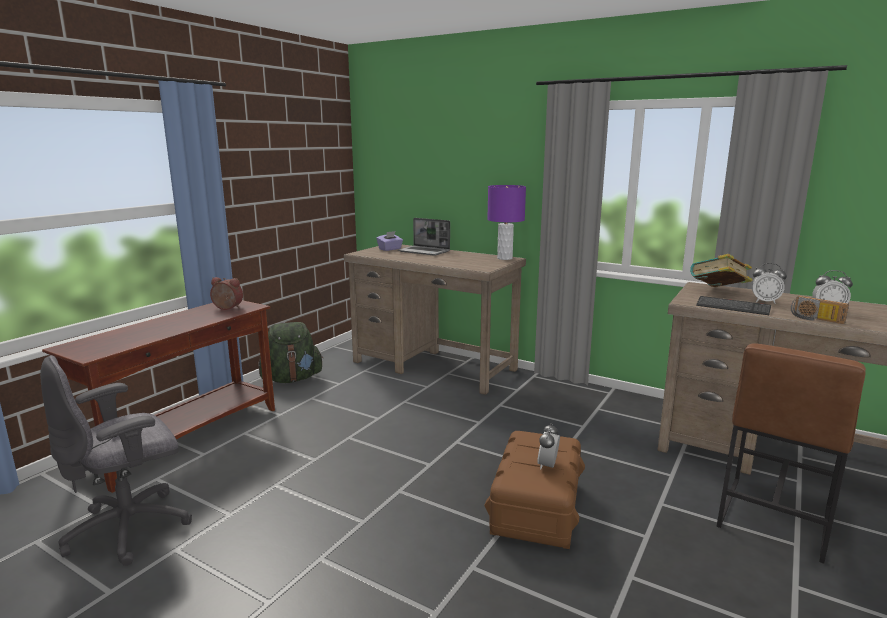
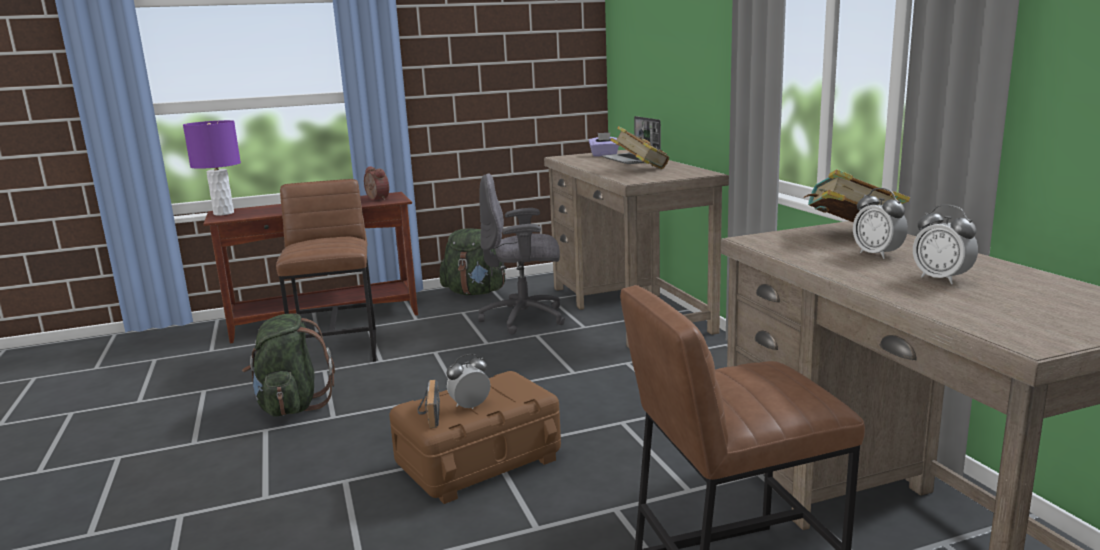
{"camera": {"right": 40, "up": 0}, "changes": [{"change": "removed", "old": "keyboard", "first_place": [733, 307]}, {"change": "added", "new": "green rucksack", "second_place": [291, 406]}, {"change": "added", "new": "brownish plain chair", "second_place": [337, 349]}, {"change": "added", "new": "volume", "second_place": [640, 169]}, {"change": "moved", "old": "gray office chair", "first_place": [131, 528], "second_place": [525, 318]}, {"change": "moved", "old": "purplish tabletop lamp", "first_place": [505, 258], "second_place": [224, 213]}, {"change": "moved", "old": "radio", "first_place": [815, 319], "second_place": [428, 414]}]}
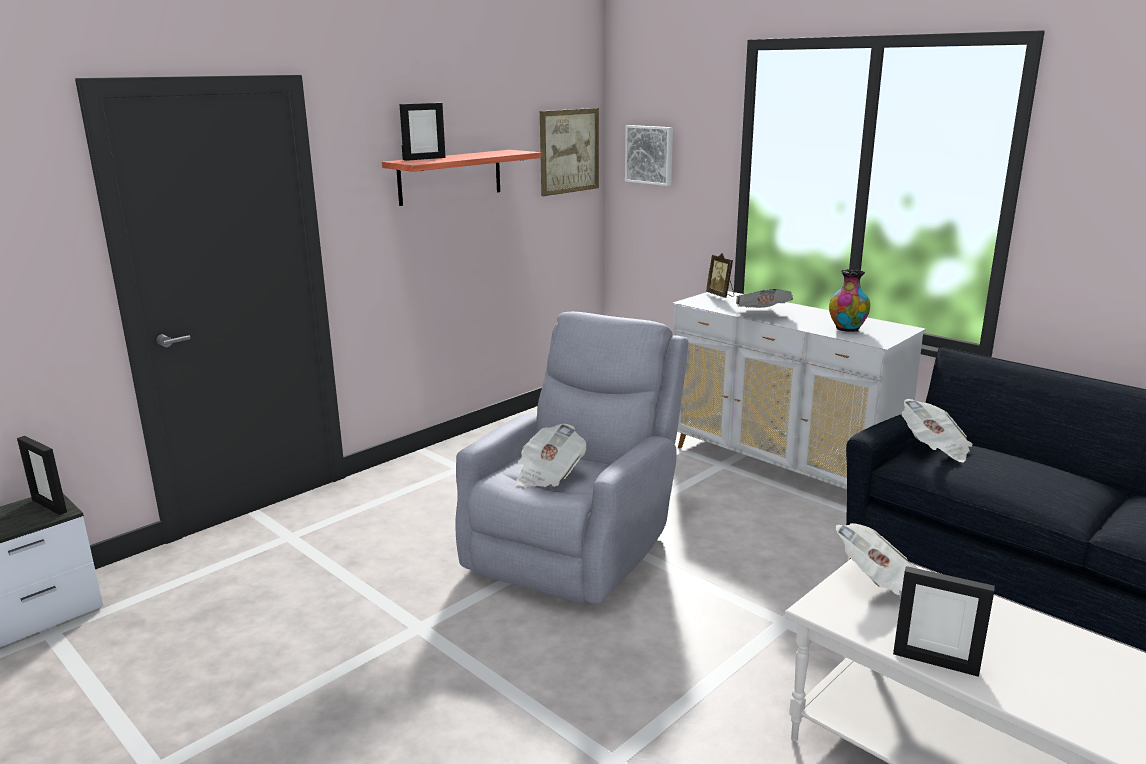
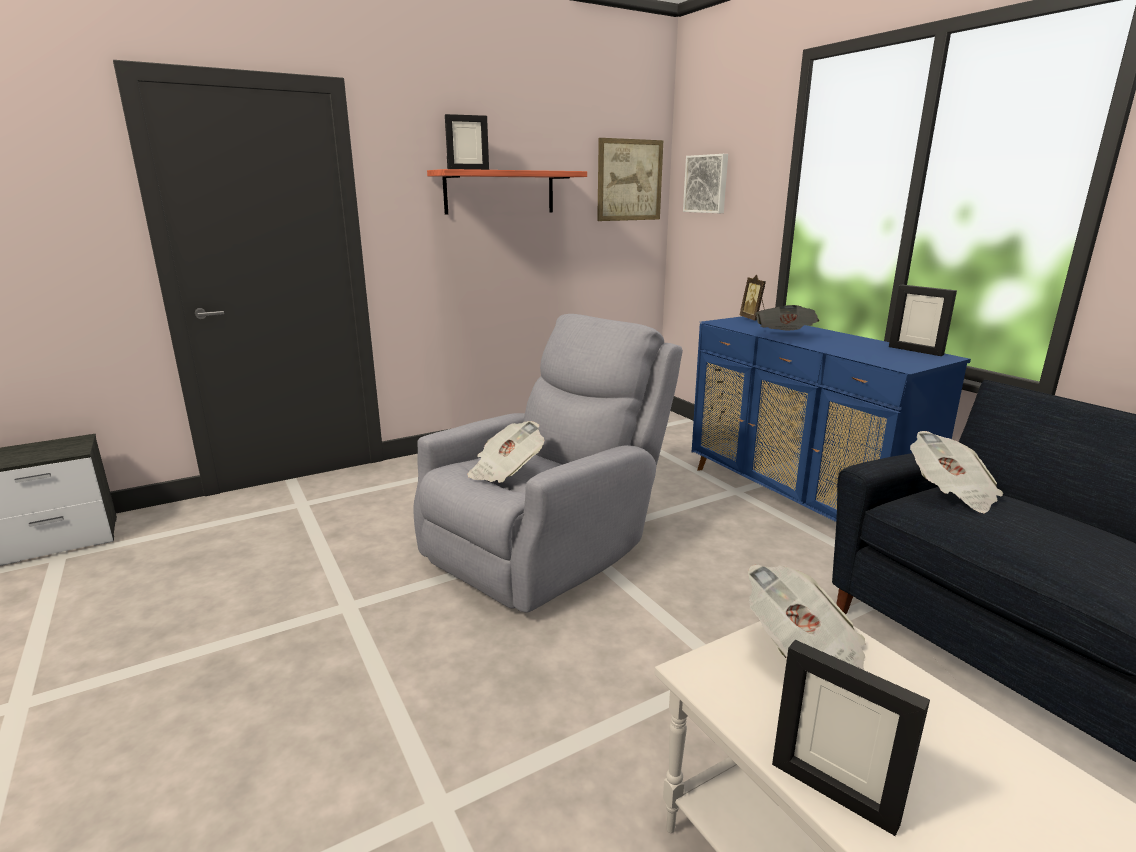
{"camera": {"right": 15, "up": 0}, "changes": [{"change": "removed", "old": "vase", "first_place": [847, 329]}, {"change": "moved", "old": "picture frame", "first_place": [50, 505], "second_place": [916, 350]}, {"change": "recoloured", "old": "whitish storage cabinet", "new": "bluish storage cabinet", "first_place": [780, 467], "second_place": [796, 500]}]}
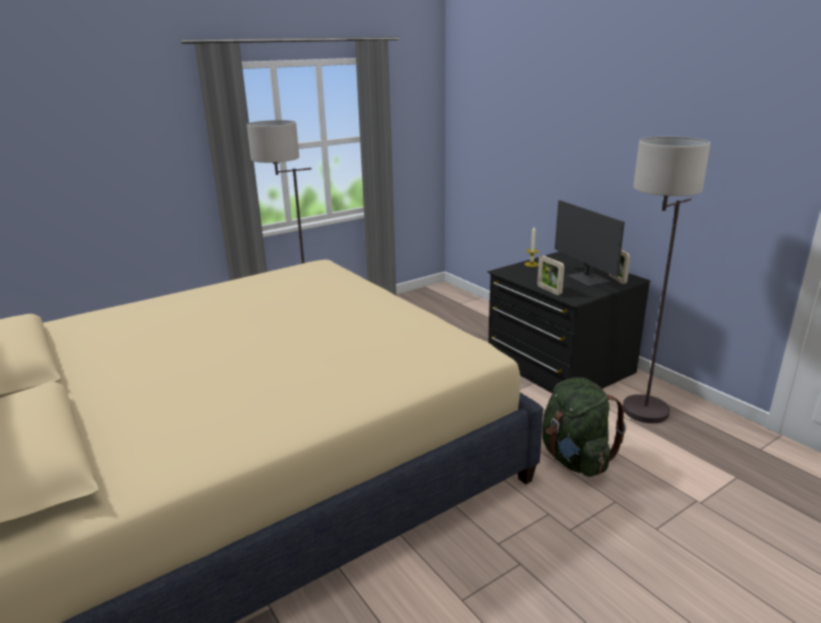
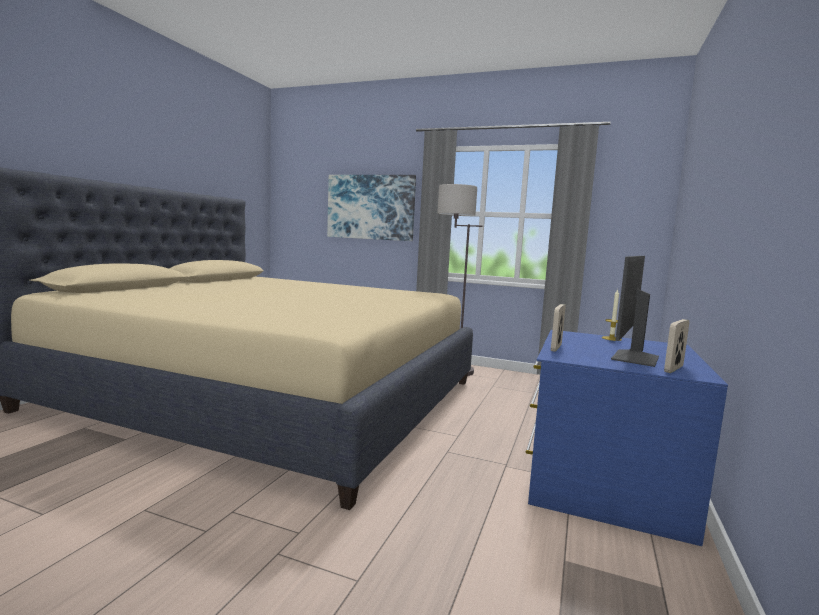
{"camera": {"right": 55, "up": -15}, "changes": [{"change": "removed", "old": "green rucksack", "first_place": [575, 459]}, {"change": "removed", "old": "gray standing lamp", "first_place": [637, 415]}, {"change": "added", "new": "picture", "second_place": [370, 207]}, {"change": "recoloured", "old": "black-coloured drawer chest", "new": "bluish drawer chest", "first_place": [558, 366], "second_place": [603, 482]}]}
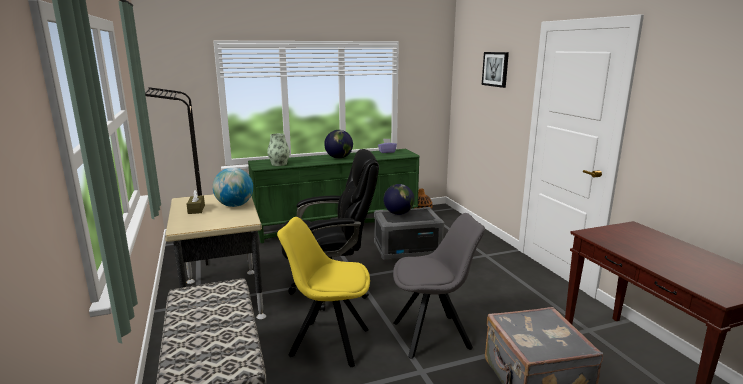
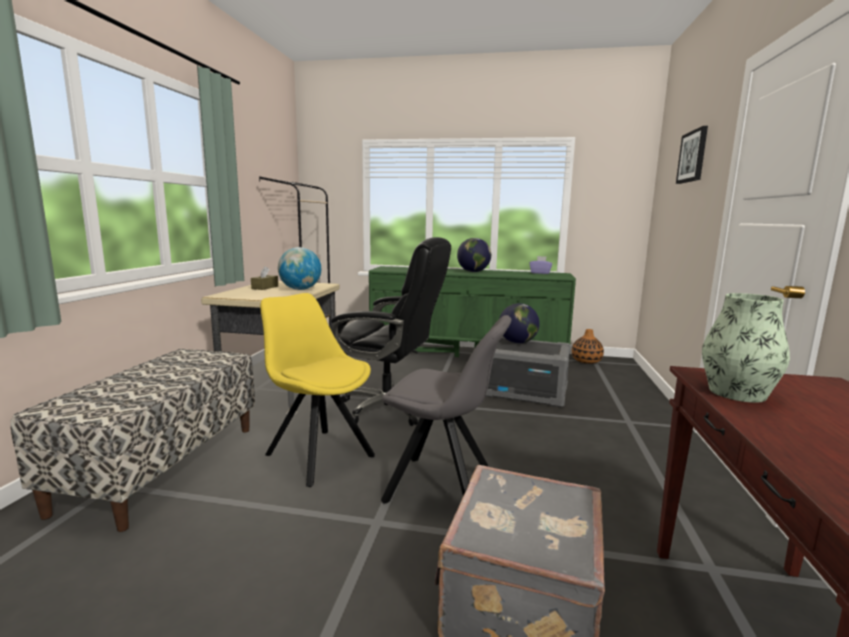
{"camera": {"right": 30, "up": -5}, "changes": [{"change": "moved", "old": "vase", "first_place": [279, 164], "second_place": [737, 393]}]}
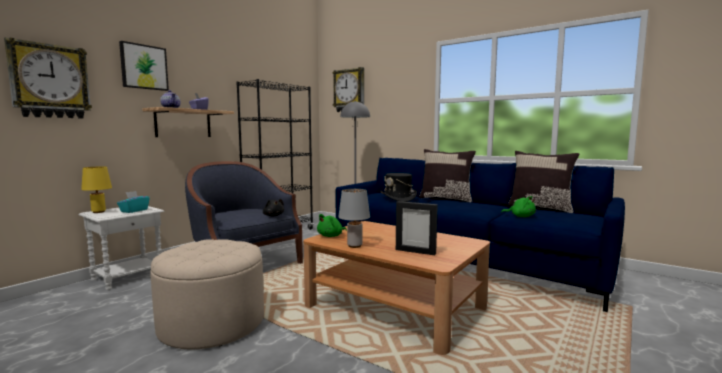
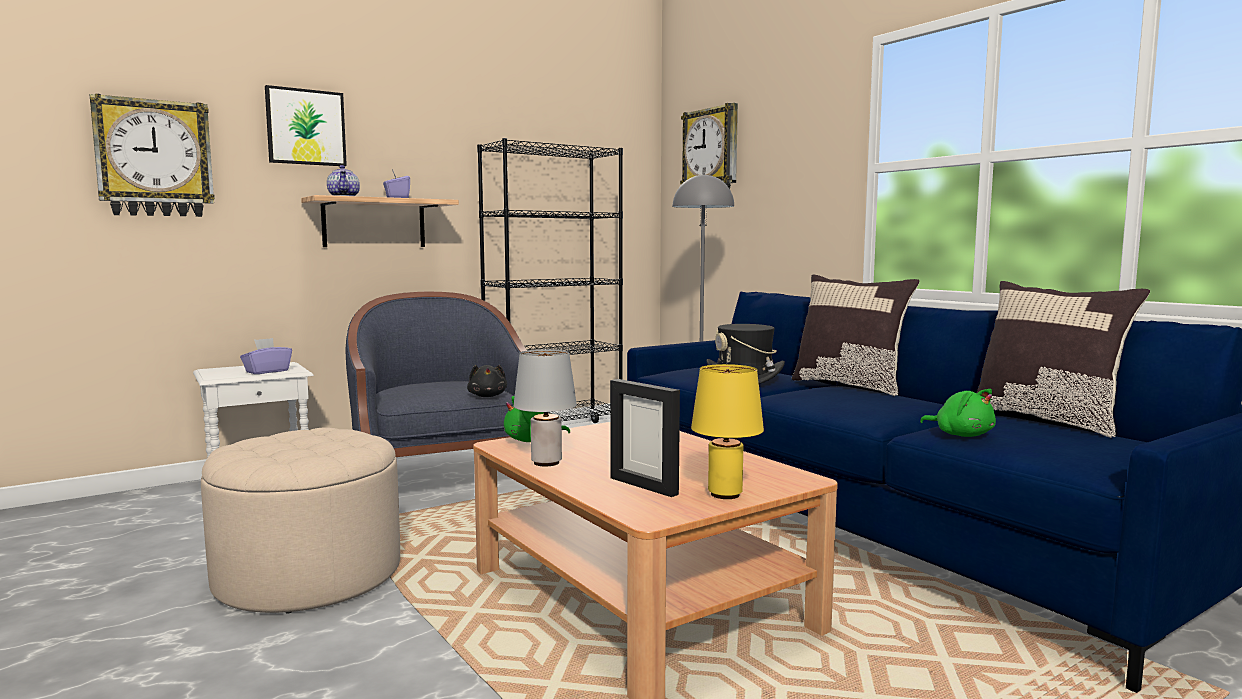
{"camera": {"right": 20, "up": 0}, "changes": [{"change": "moved", "old": "yellowish tabletop lamp", "first_place": [98, 212], "second_place": [724, 494]}, {"change": "recoloured", "old": "blue-green tissue holder", "new": "purplish tissue holder", "first_place": [134, 211], "second_place": [267, 371]}]}
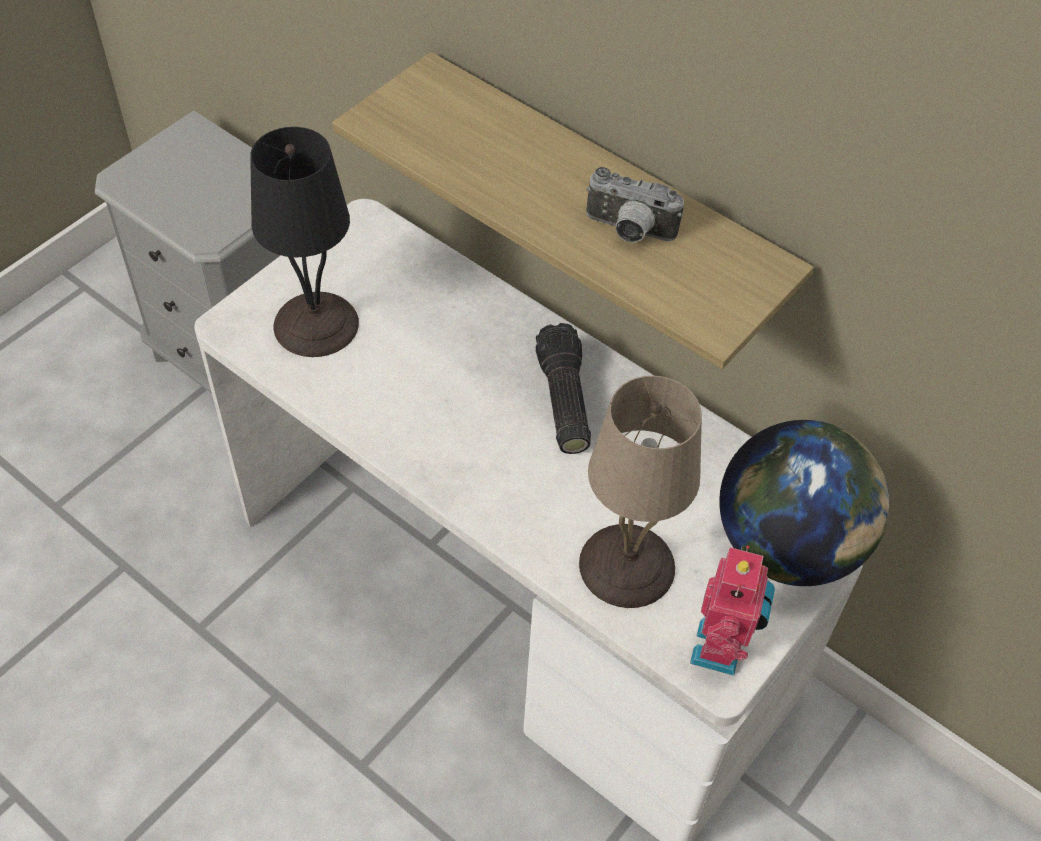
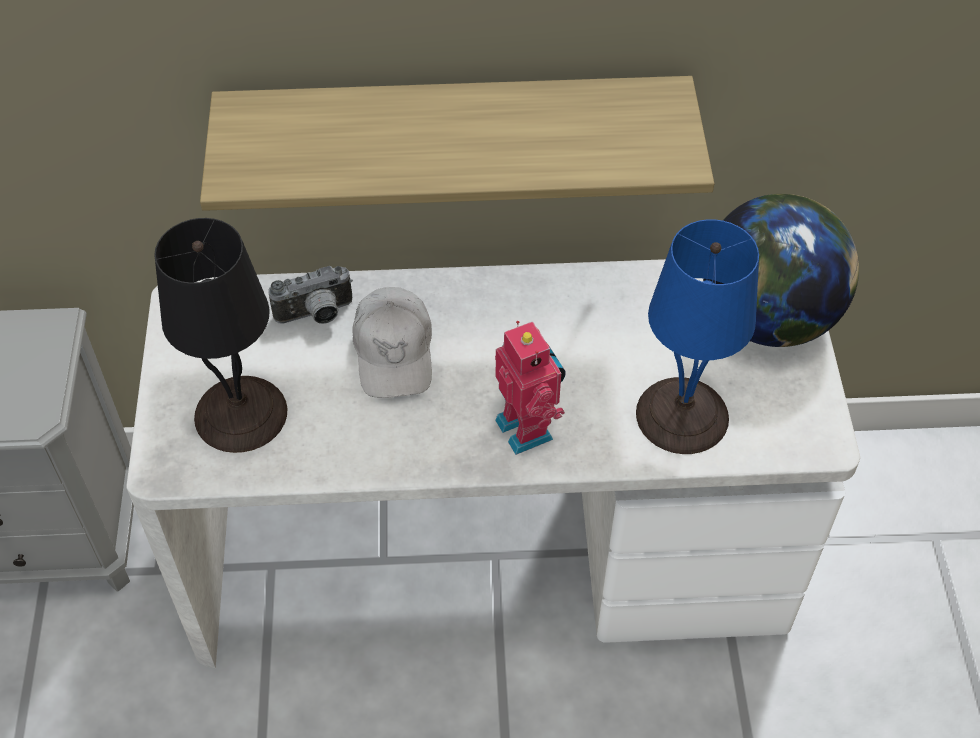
{"camera": {"right": -40, "up": 0}, "changes": [{"change": "removed", "old": "hand torch", "first_place": [561, 400]}, {"change": "added", "new": "whitish baseball cap", "second_place": [394, 352]}, {"change": "moved", "old": "photo camera", "first_place": [628, 232], "second_place": [316, 315]}, {"change": "moved", "old": "robot figure", "first_place": [721, 649], "second_place": [528, 428]}, {"change": "recoloured", "old": "sand-coloured tabletop lamp", "new": "bluish tabletop lamp", "first_place": [629, 565], "second_place": [683, 414]}]}
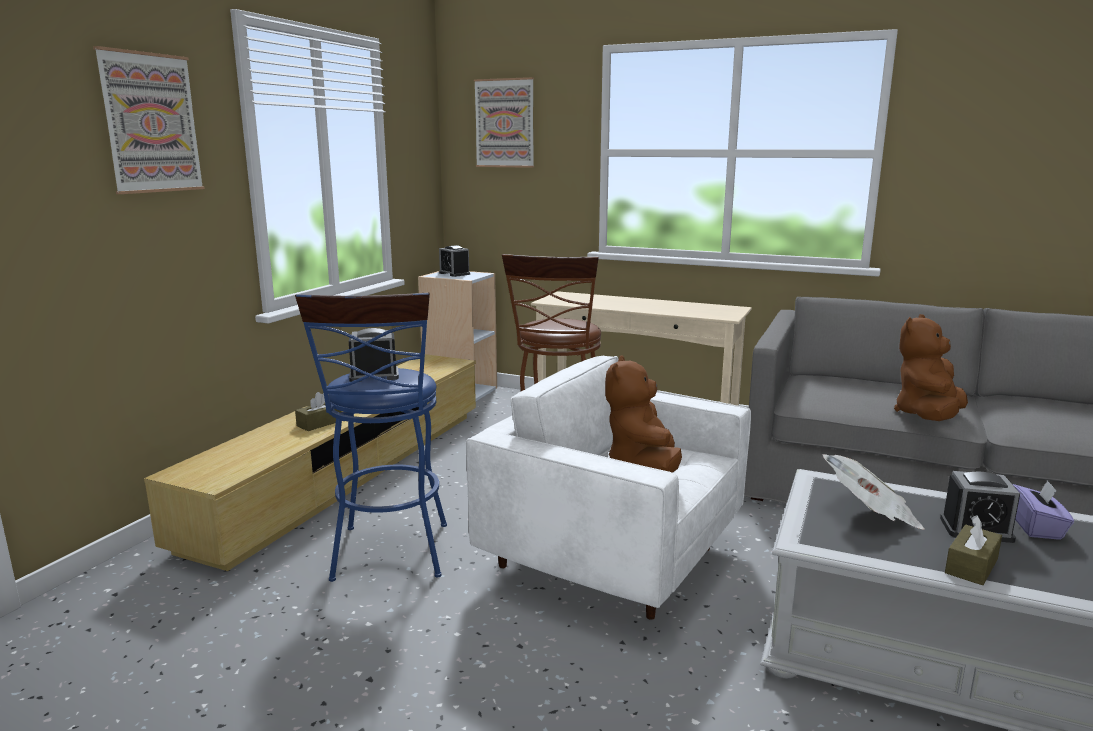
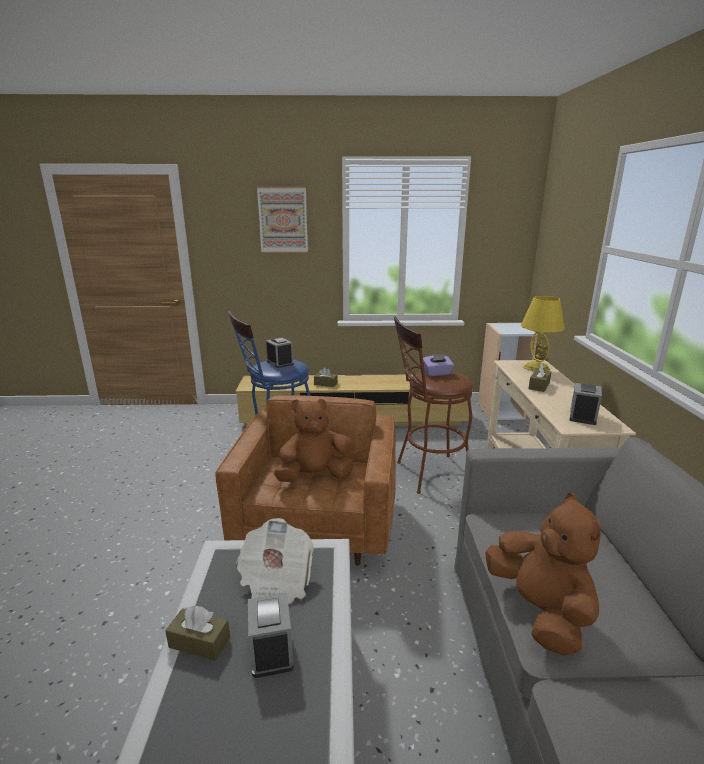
{"camera": {"right": 65, "up": 5}, "changes": [{"change": "removed", "old": "picture", "first_place": [505, 123]}, {"change": "added", "new": "yellowish tabletop lamp", "second_place": [536, 367]}, {"change": "added", "new": "brownish tissue holder", "second_place": [539, 386]}, {"change": "moved", "old": "bedside clock", "first_place": [454, 273], "second_place": [582, 416]}, {"change": "moved", "old": "purplish tissue holder", "first_place": [1036, 527], "second_place": [437, 373]}, {"change": "recoloured", "old": "whitish armchair", "new": "brownish armchair", "first_place": [612, 559], "second_place": [318, 526]}, {"change": "turned", "old": "brownish cuddly toy", "first_place": [928, 417], "second_place": [539, 610], "degrees": 60}]}
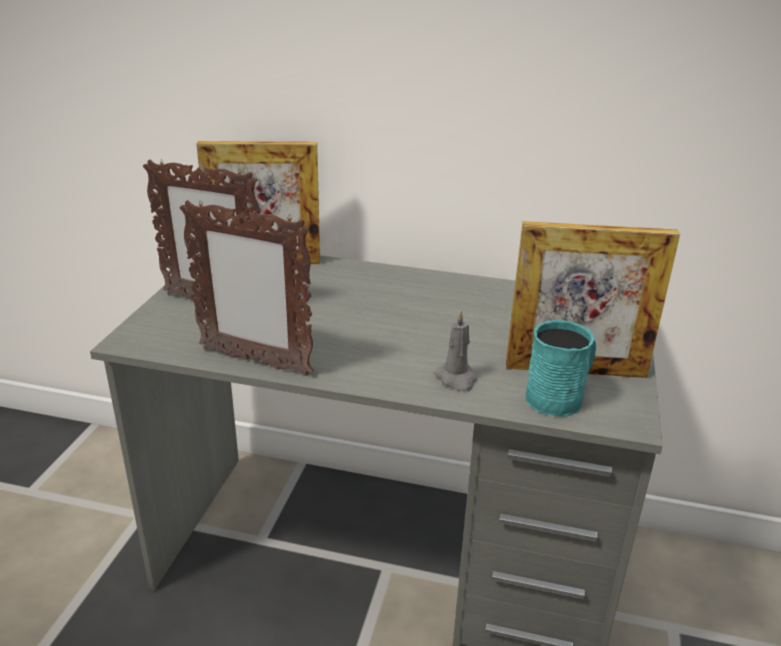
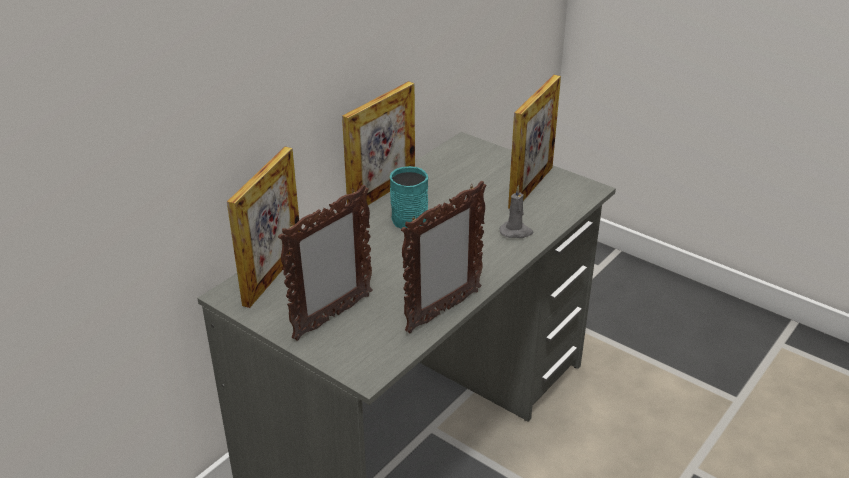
{"camera": {"right": -65, "up": 5}, "changes": [{"change": "added", "new": "picture frame", "second_place": [382, 193]}, {"change": "moved", "old": "blue-green coffee mug", "first_place": [560, 397], "second_place": [408, 216]}]}
